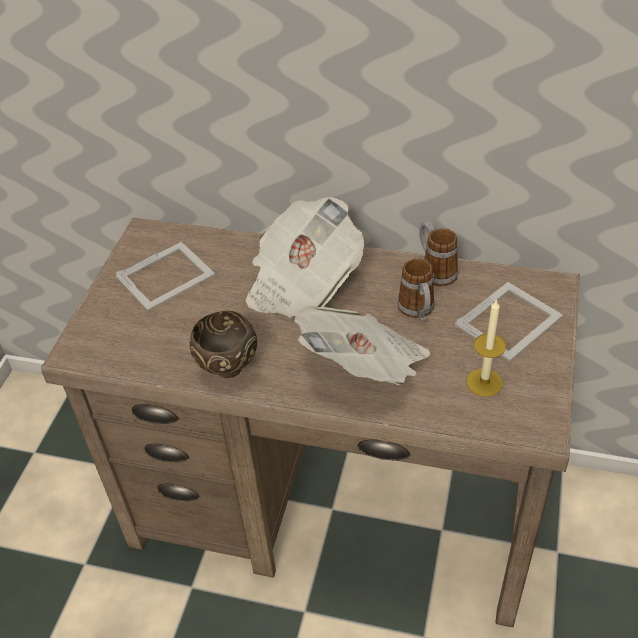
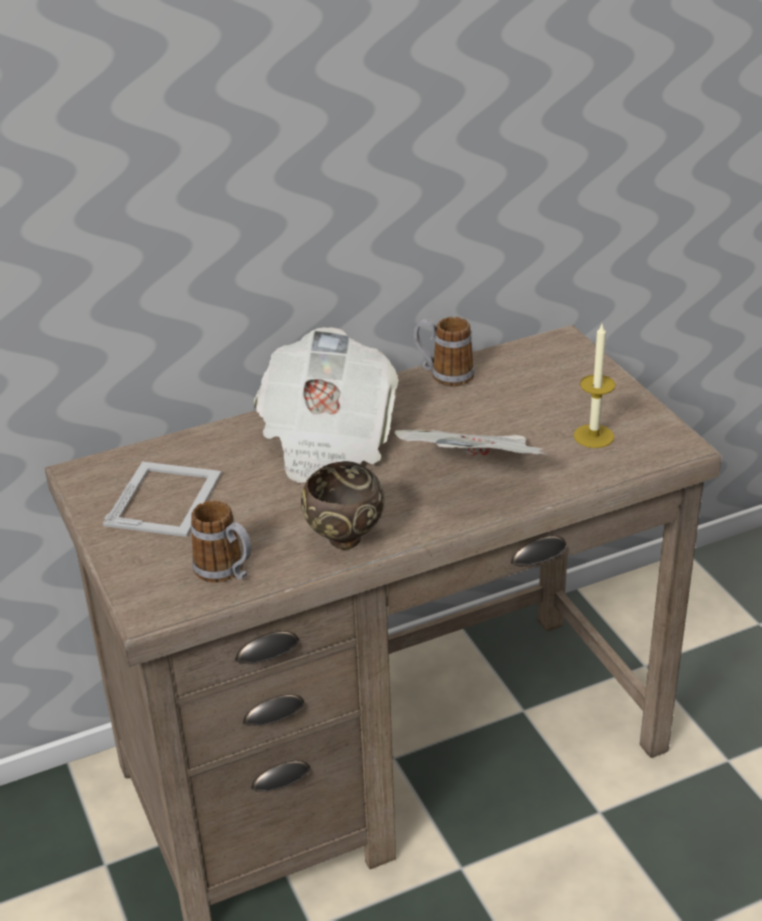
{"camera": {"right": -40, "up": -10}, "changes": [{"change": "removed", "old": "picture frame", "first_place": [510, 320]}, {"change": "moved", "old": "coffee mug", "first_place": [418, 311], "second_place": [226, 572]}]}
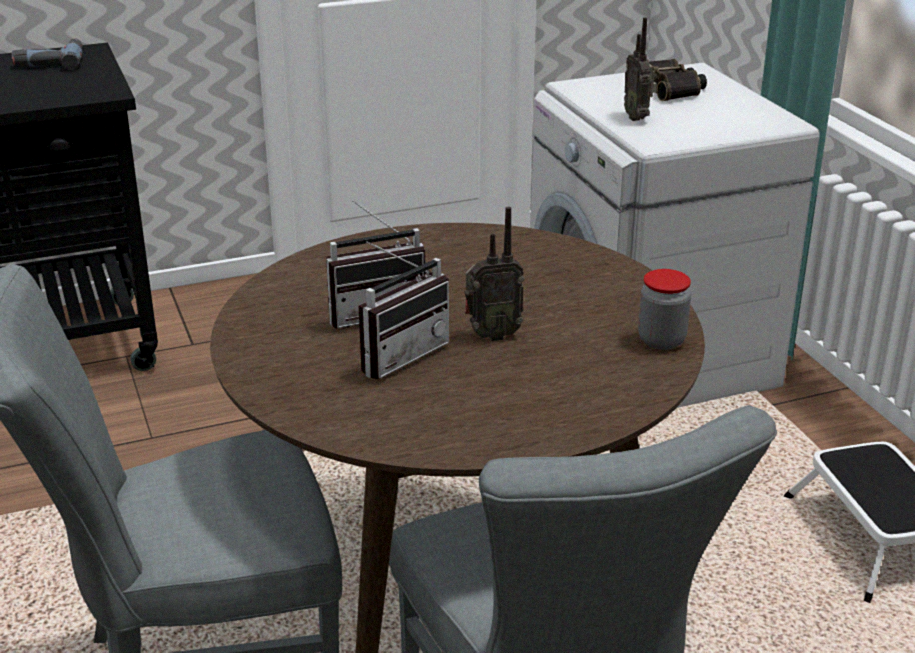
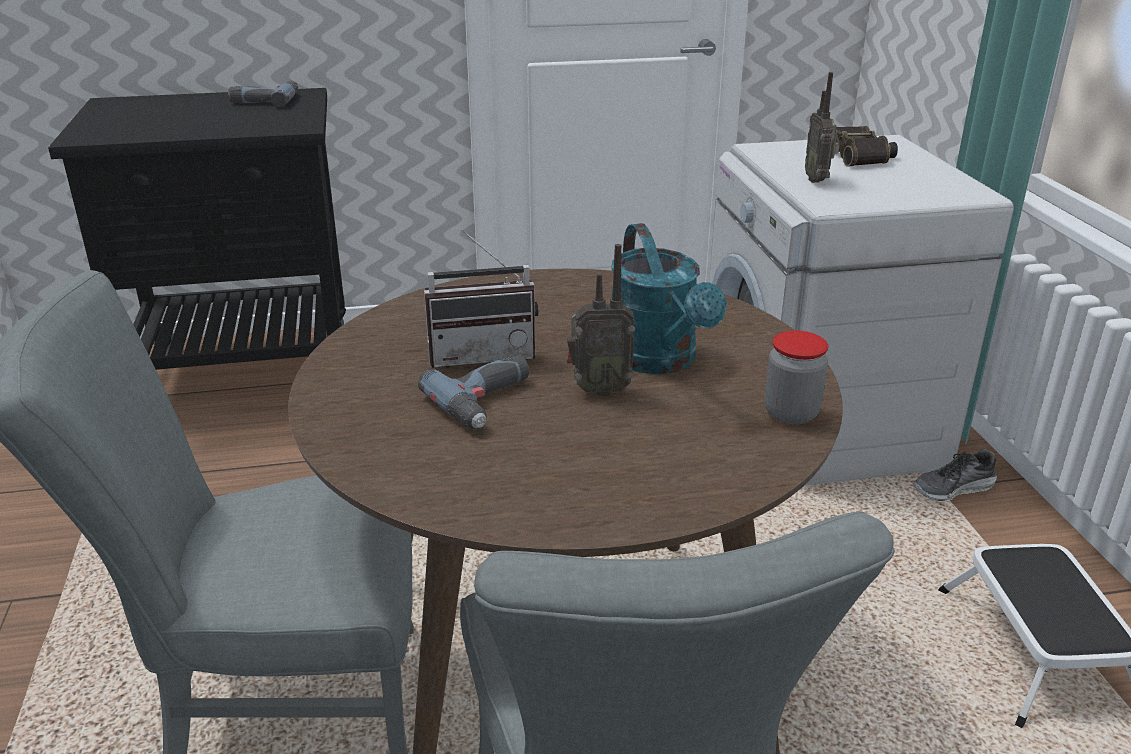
{"camera": {"right": 10, "up": 0}, "changes": [{"change": "added", "new": "blue-green sprinkling can", "second_place": [659, 361]}, {"change": "added", "new": "item of footwear", "second_place": [953, 489]}, {"change": "replaced", "old": "radio", "new": "drill", "first_place": [398, 354], "second_place": [489, 401]}]}
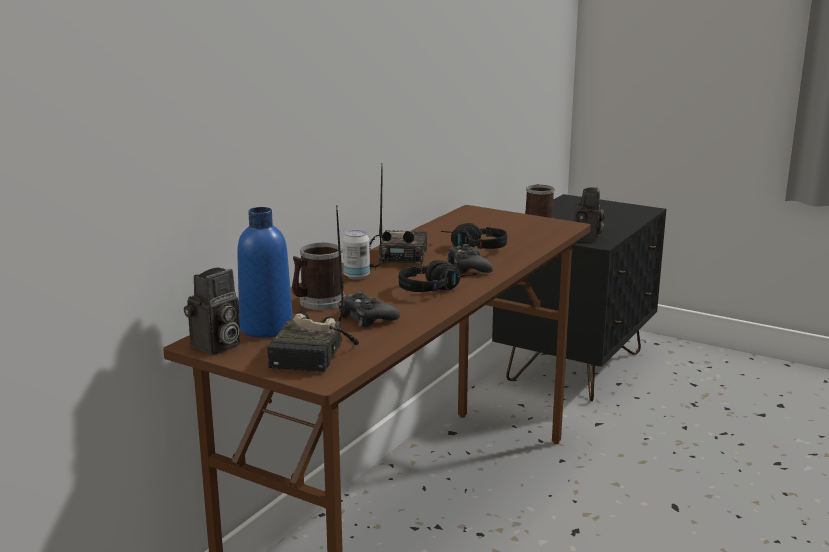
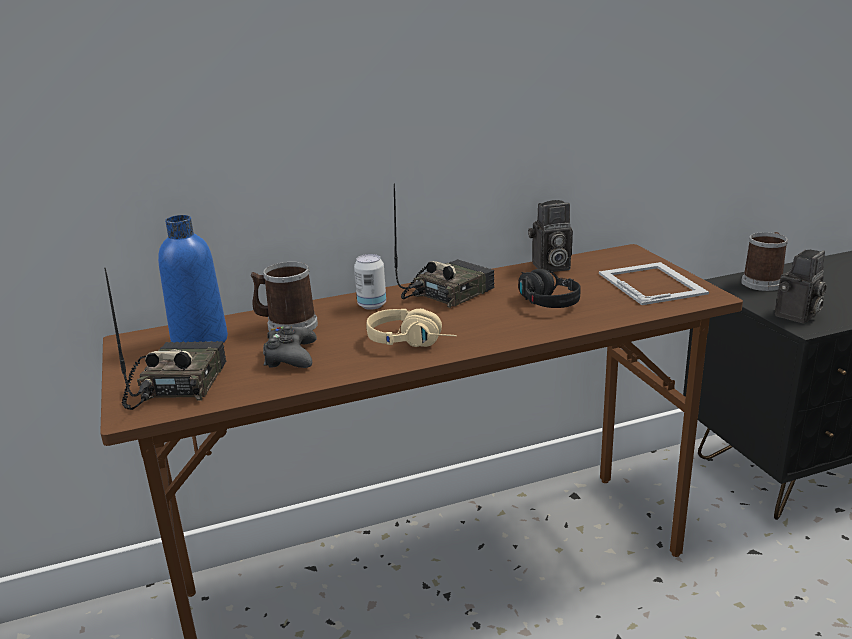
{"camera": {"right": 40, "up": 5}, "changes": [{"change": "removed", "old": "black-coloured joypad", "first_place": [468, 268]}, {"change": "added", "new": "picture frame", "second_place": [651, 283]}, {"change": "moved", "old": "photo camera", "first_place": [215, 347], "second_place": [550, 267]}, {"change": "recoloured", "old": "black-coloured headset", "new": "sand-coloured headset", "first_place": [436, 289], "second_place": [413, 341]}, {"change": "turned", "old": "radio", "first_place": [315, 355], "second_place": [176, 384], "degrees": 135}]}
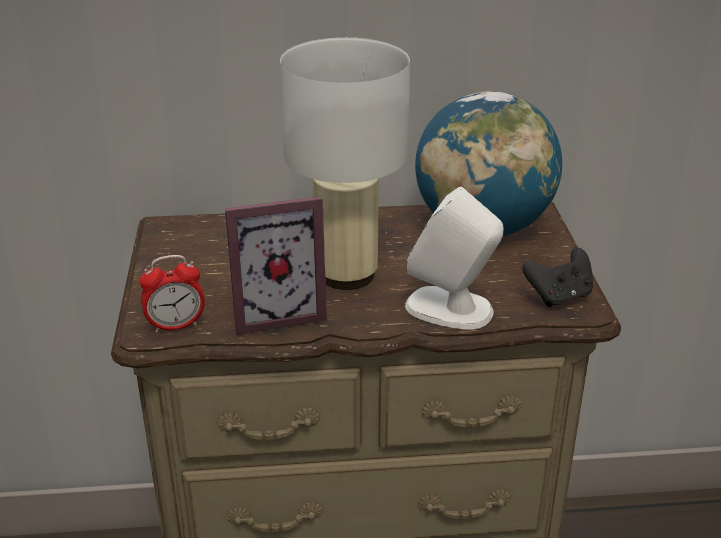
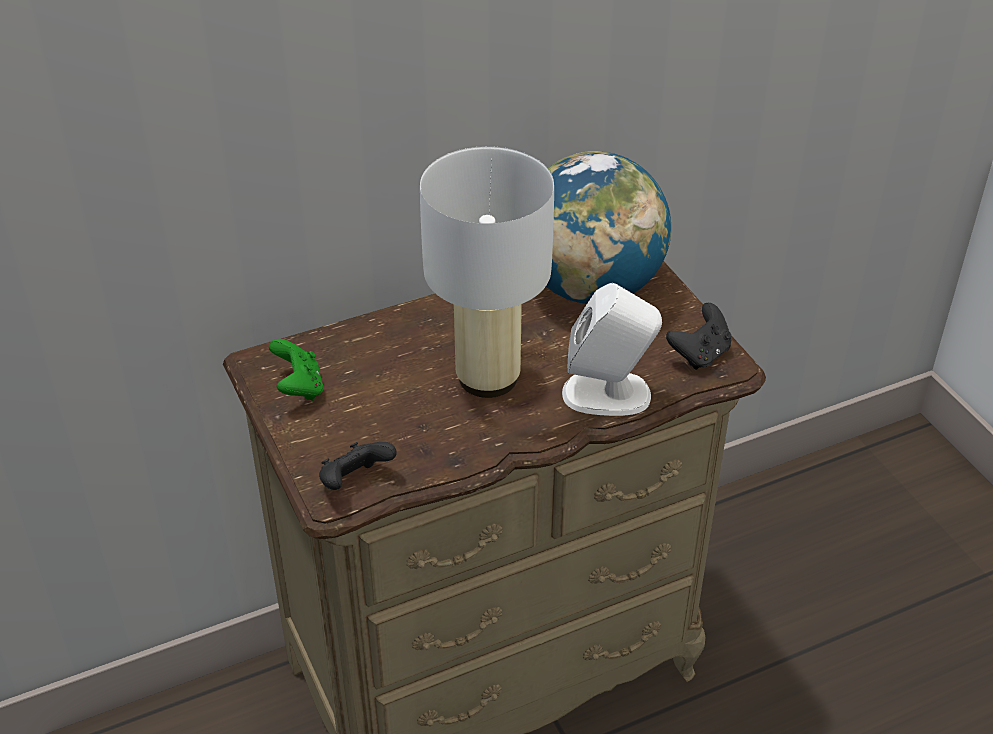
{"camera": {"right": -20, "up": 10}, "changes": [{"change": "removed", "old": "picture frame", "first_place": [277, 313]}, {"change": "added", "new": "green joypad", "second_place": [299, 388]}, {"change": "replaced", "old": "bedside clock", "new": "black-coloured joypad", "first_place": [176, 326], "second_place": [355, 482]}]}
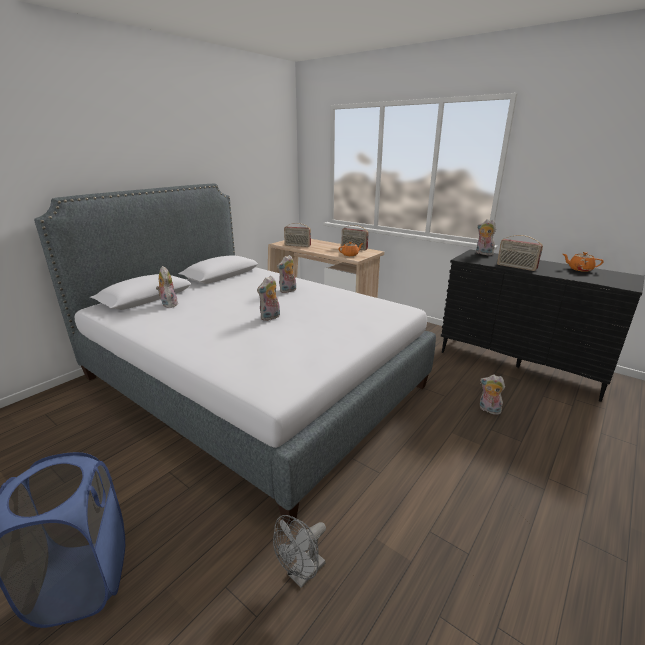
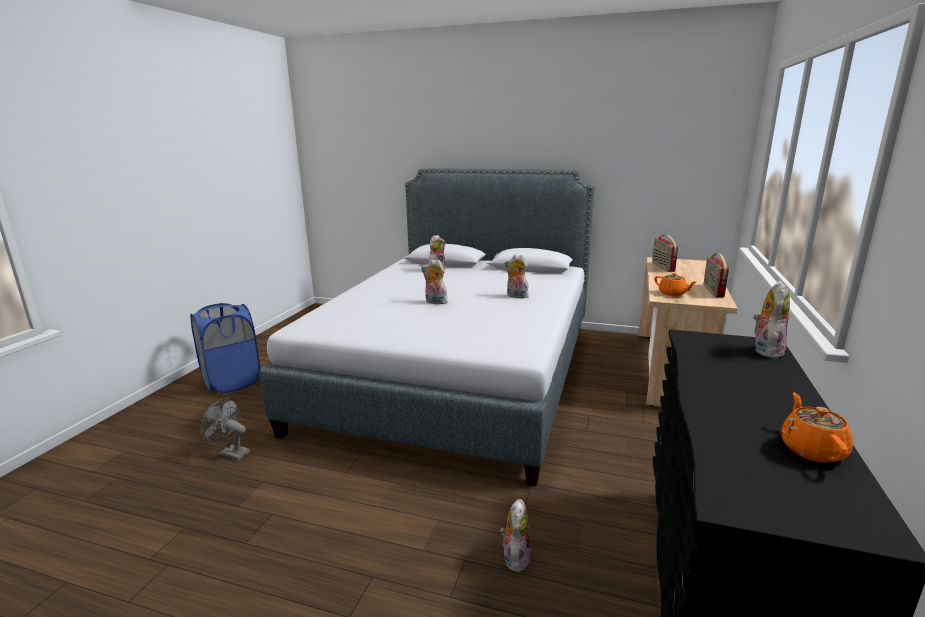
{"camera": {"right": 70, "up": -5}, "changes": [{"change": "removed", "old": "radio", "first_place": [516, 267]}]}
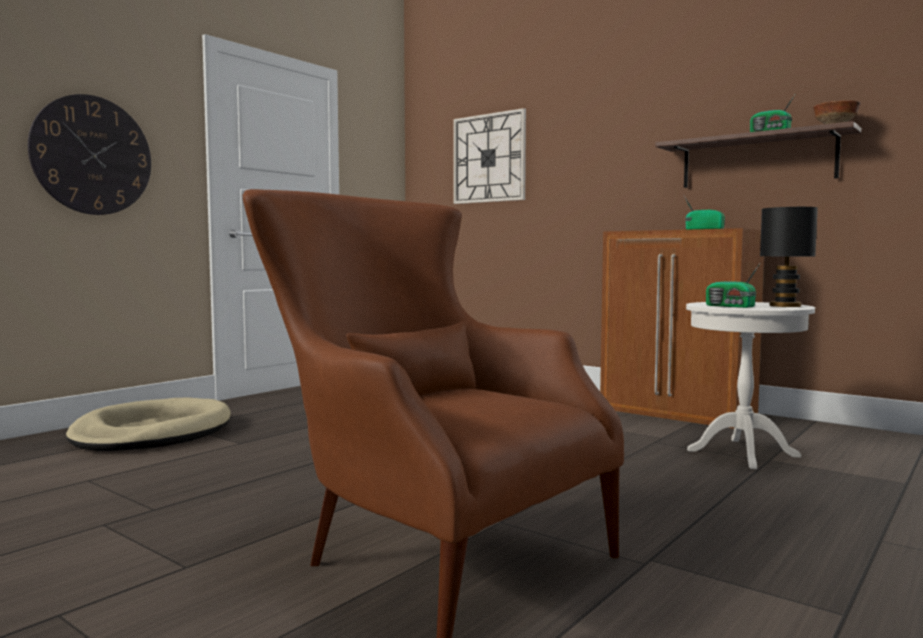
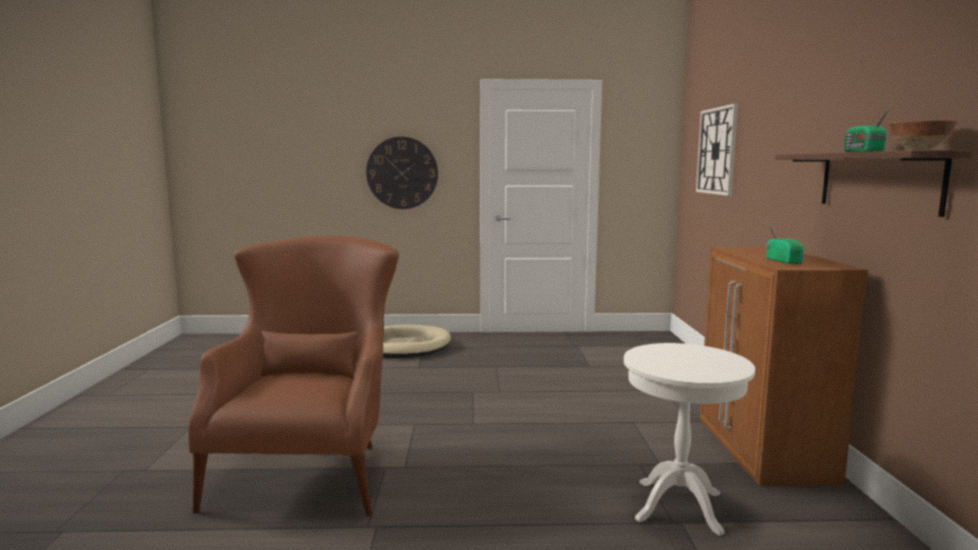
{"camera": {"right": 50, "up": 5}, "changes": [{"change": "removed", "old": "radio", "first_place": [731, 306]}, {"change": "removed", "old": "black-coloured tabletop lamp", "first_place": [784, 306]}]}
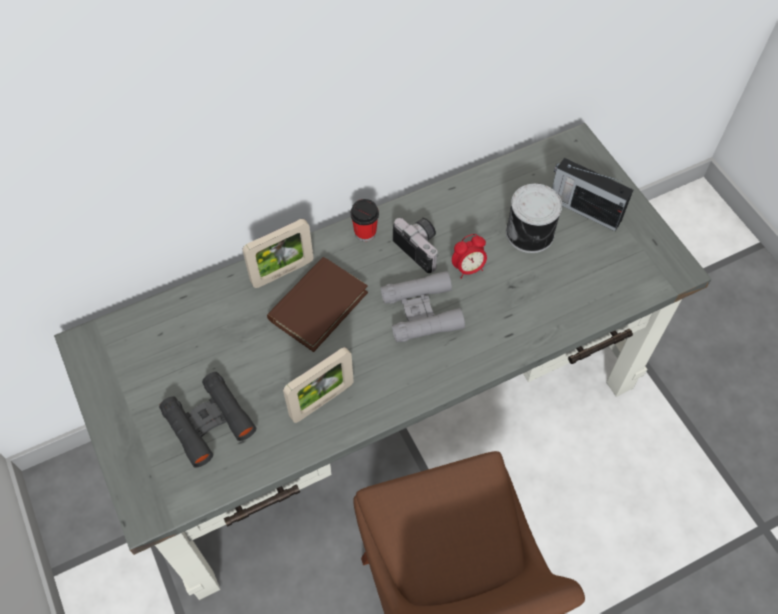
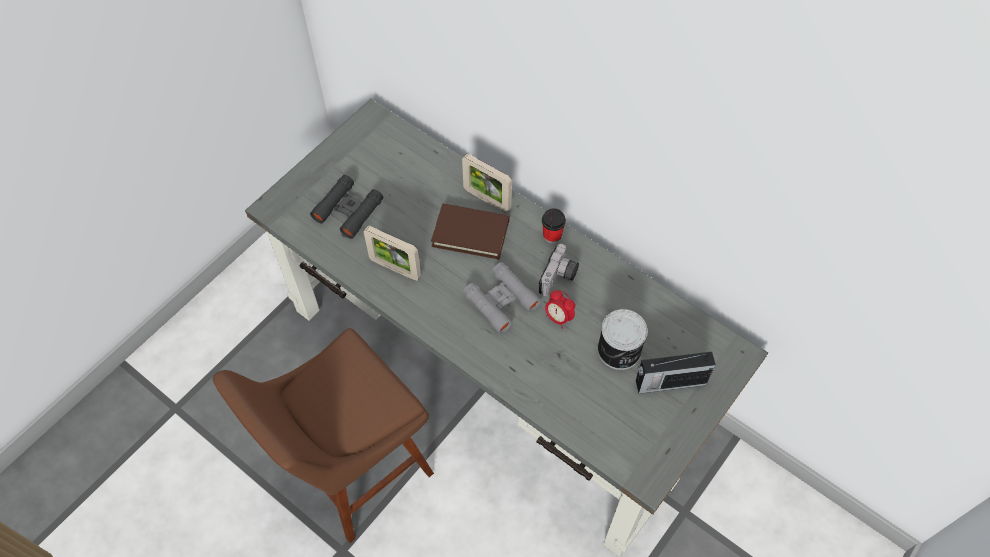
{"camera": {"right": 65, "up": 0}, "changes": [{"change": "turned", "old": "radio", "first_place": [583, 209], "second_place": [669, 382], "degrees": -105}]}
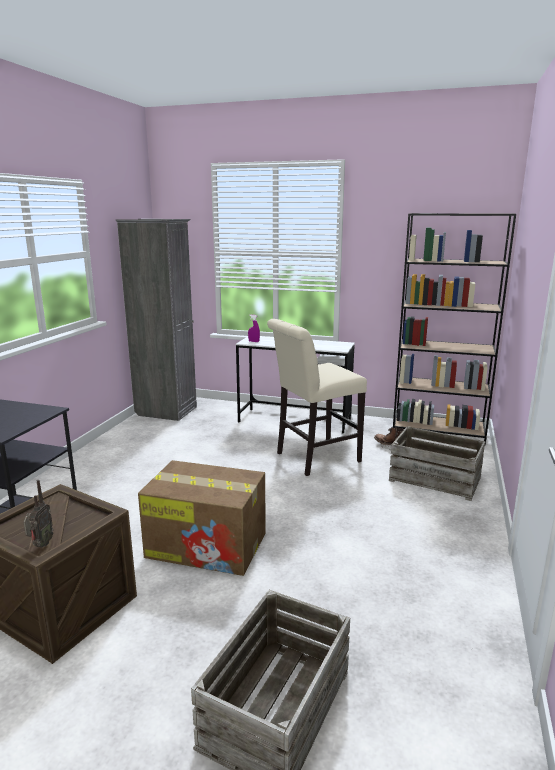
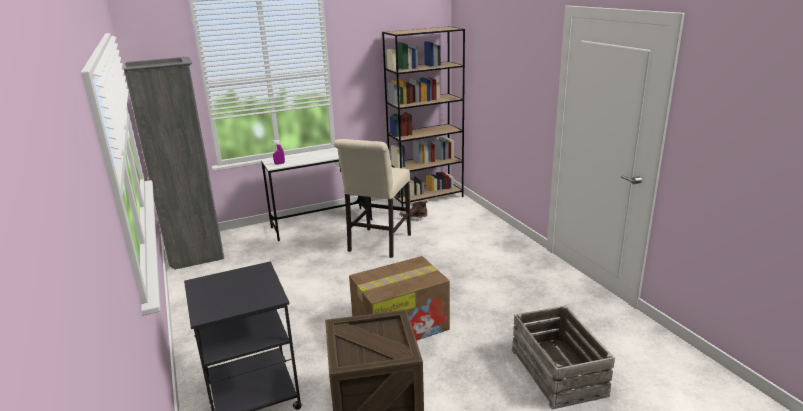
{"camera": {"right": -40, "up": 5}, "changes": [{"change": "removed", "old": "radio", "first_place": [40, 545]}, {"change": "removed", "old": "crate", "first_place": [435, 478]}]}
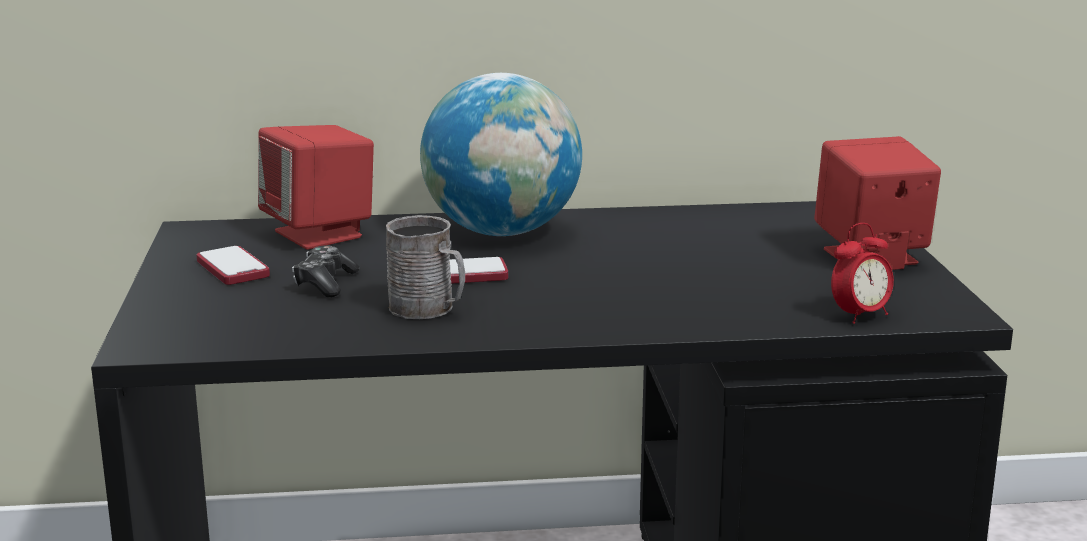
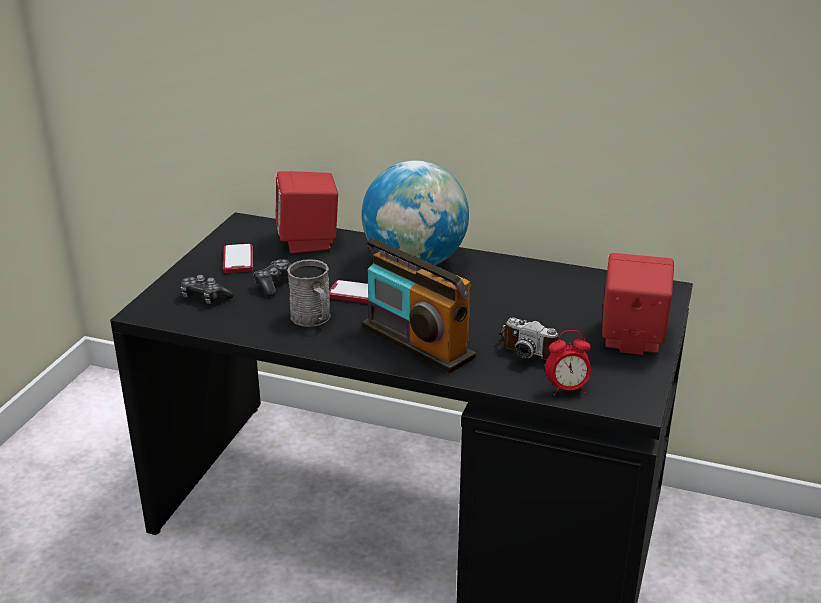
{"camera": {"right": 25, "up": 10}, "changes": [{"change": "added", "new": "joypad", "second_place": [205, 297]}, {"change": "added", "new": "radio", "second_place": [417, 342]}, {"change": "added", "new": "photo camera", "second_place": [533, 347]}]}
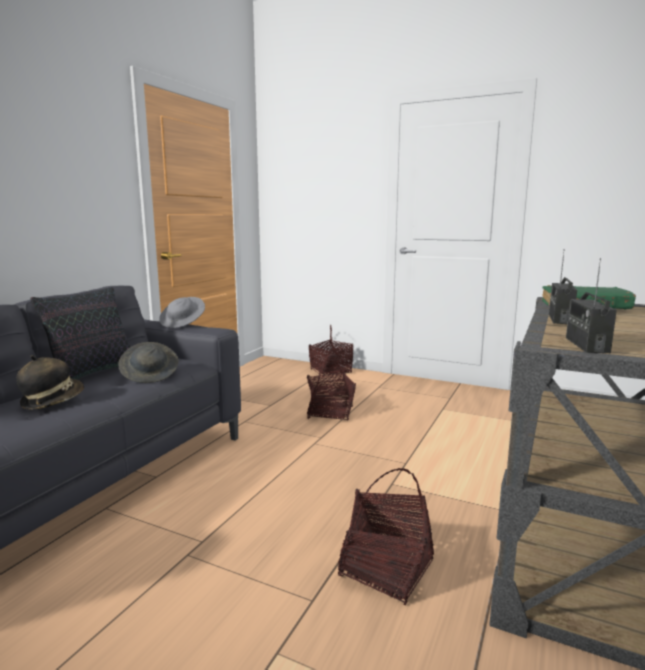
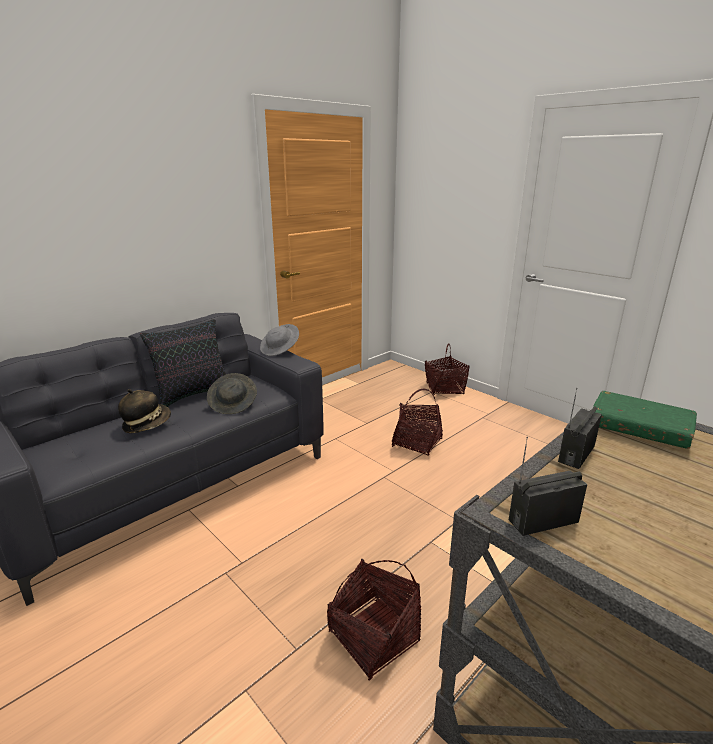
{"camera": {"right": 20, "up": 10}, "changes": [{"change": "turned", "old": "radio", "first_place": [586, 345], "second_place": [543, 521], "degrees": 45}]}
